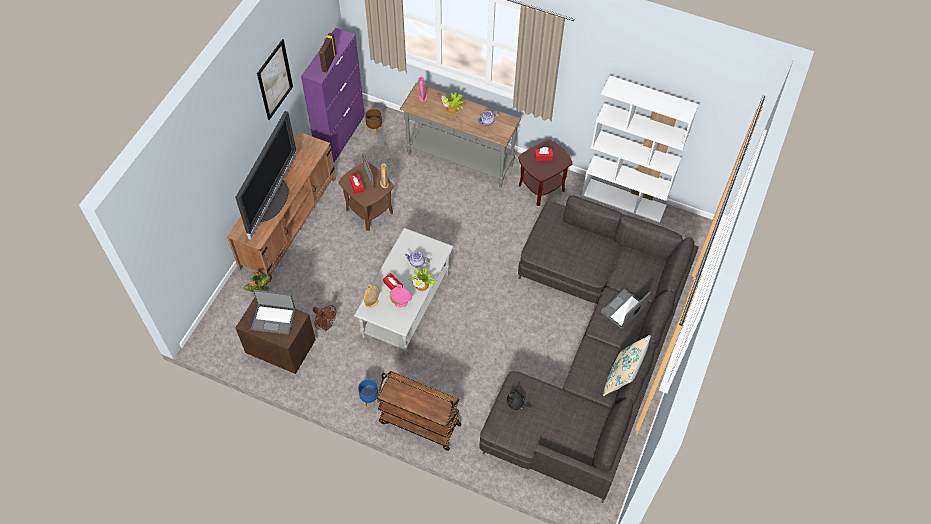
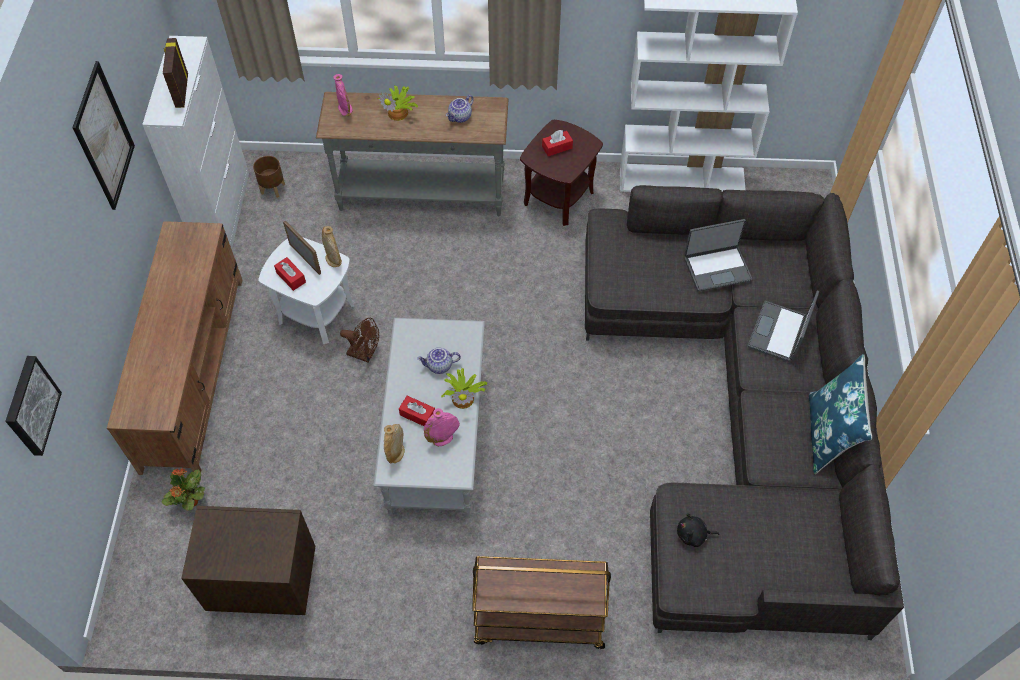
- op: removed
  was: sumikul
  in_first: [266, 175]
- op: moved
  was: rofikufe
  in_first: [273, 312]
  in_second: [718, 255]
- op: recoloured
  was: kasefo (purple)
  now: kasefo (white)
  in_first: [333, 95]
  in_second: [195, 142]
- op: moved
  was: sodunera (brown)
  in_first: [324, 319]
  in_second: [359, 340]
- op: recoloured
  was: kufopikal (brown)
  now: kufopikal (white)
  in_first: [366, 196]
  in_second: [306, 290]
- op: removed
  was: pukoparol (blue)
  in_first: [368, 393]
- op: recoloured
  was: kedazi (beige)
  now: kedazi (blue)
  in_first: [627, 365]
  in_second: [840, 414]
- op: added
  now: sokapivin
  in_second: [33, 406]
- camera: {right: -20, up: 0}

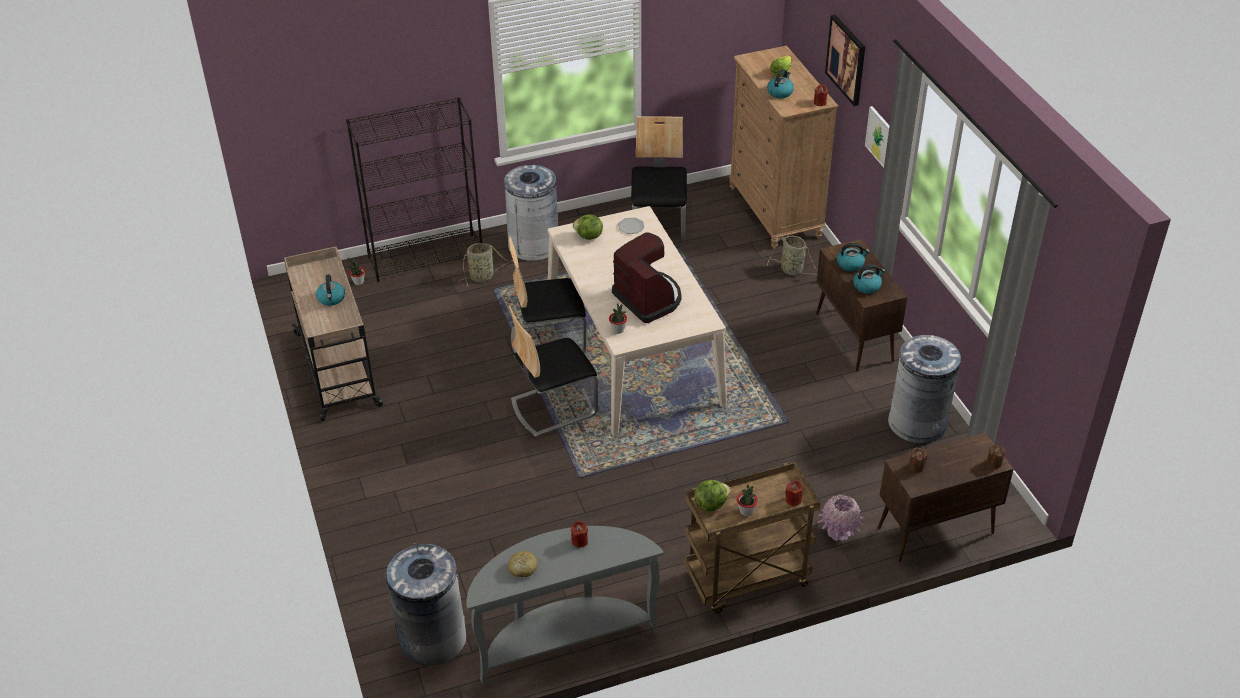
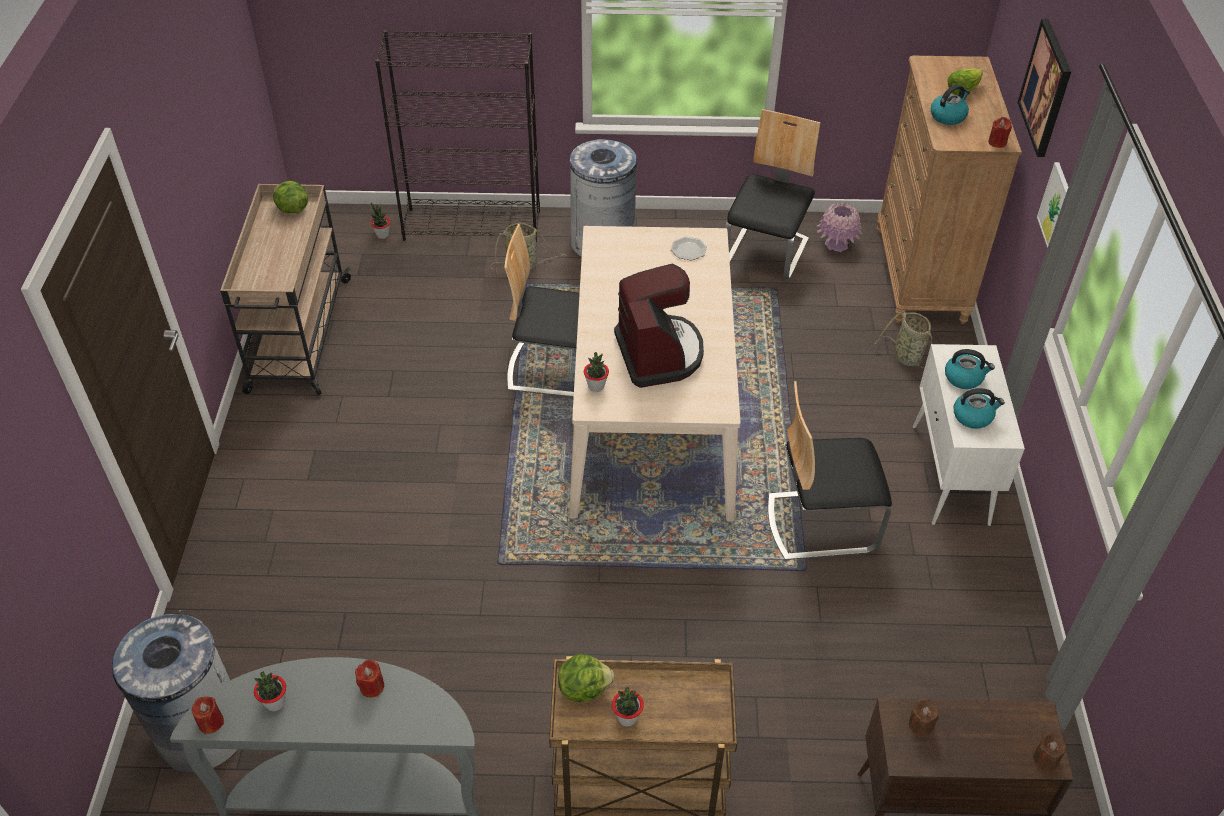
- op: removed
  was: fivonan
  in_first: [330, 290]
- op: replaced
  was: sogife
  now: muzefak
  in_first: [523, 564]
  in_second: [270, 691]
- op: moved
  was: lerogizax
  in_first: [553, 371]
  in_second: [830, 470]
- op: moved
  was: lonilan
  in_first: [588, 227]
  in_second: [290, 197]
- op: moved
  was: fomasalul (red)
  in_first: [794, 493]
  in_second: [207, 715]
- op: recoloured
  was: kasefo (brown)
  now: kasefo (white)
  in_first: [861, 305]
  in_second: [969, 435]
- op: moved
  was: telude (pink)
  in_first: [840, 518]
  in_second: [839, 227]
- op: removed
  was: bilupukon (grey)
  in_first: [924, 389]
- camera: {right: 20, up: 5}

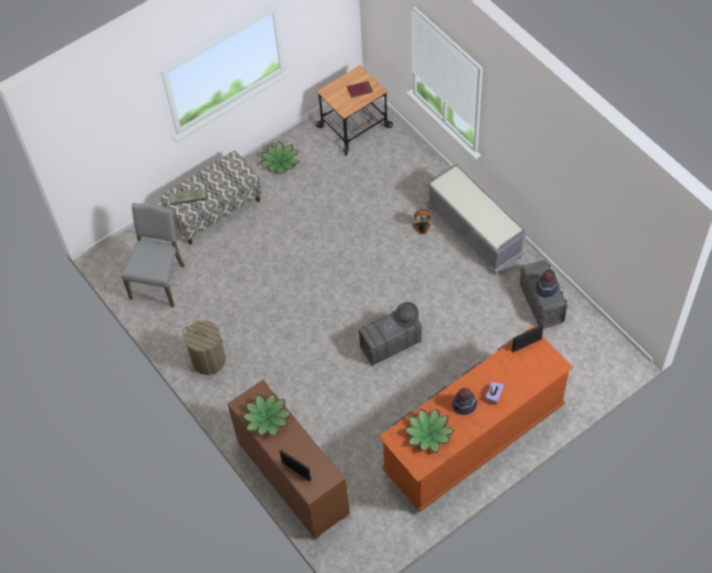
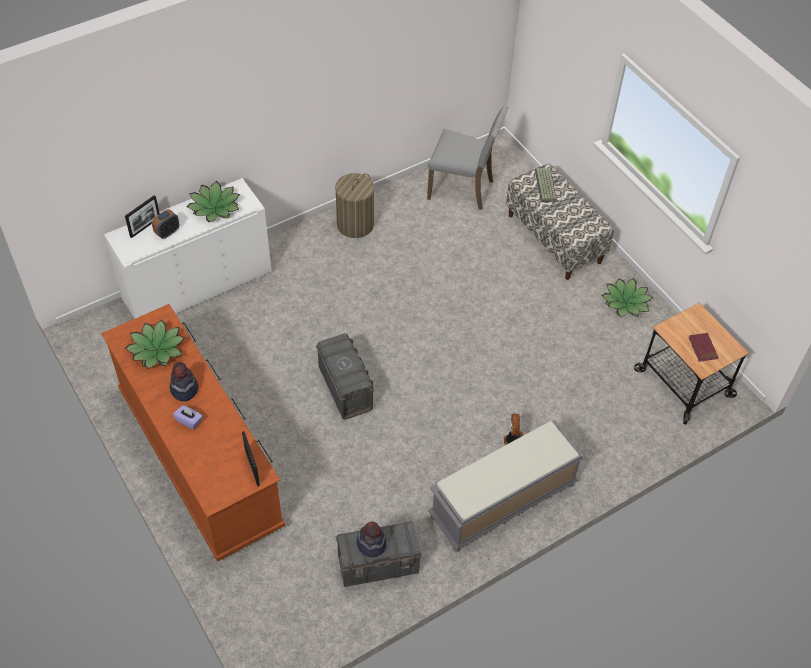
- op: recoloured
  was: kasefo (brown)
  now: kasefo (white)
  in_first: [288, 459]
  in_second: [187, 248]
- op: removed
  was: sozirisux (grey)
  in_first: [406, 315]
- op: added
  now: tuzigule
  in_second: [165, 224]
- camera: {right: 90, up: -5}

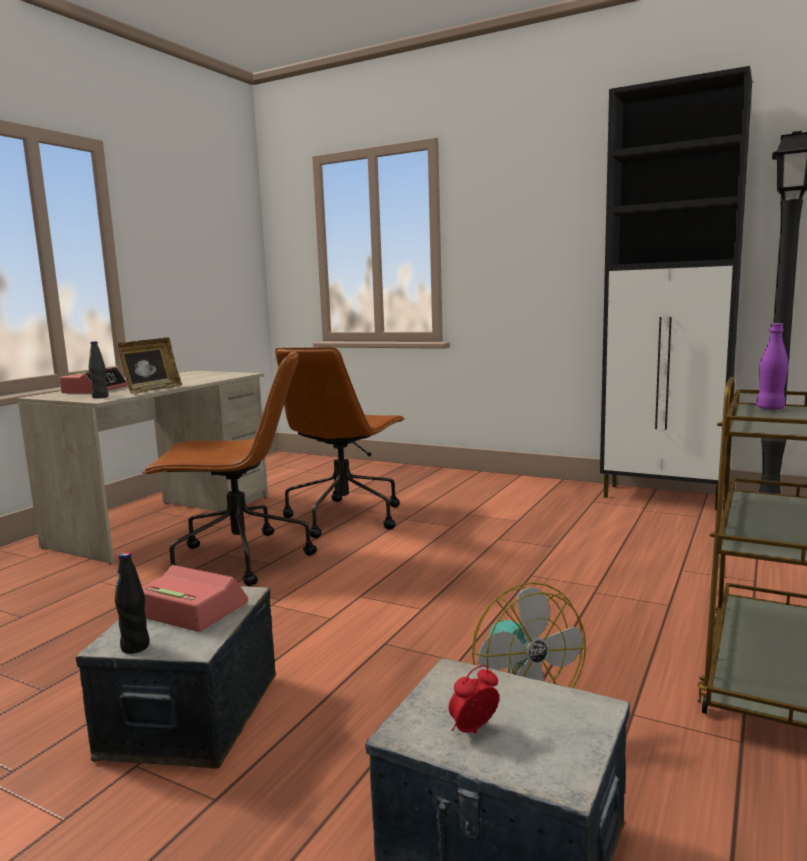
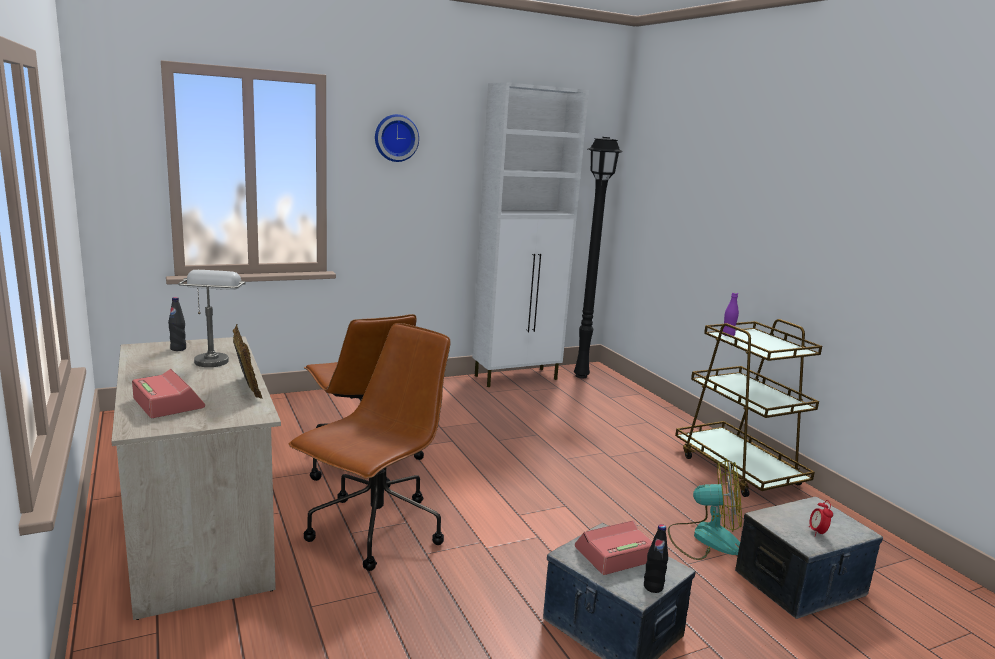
- op: moved
  was: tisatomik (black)
  in_first: [98, 369]
  in_second: [177, 324]
- op: recoloured
  was: kasefo (black)
  now: kasefo (white)
  in_first: [676, 288]
  in_second: [530, 234]
- op: added
  now: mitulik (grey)
  in_second: [212, 318]
- op: added
  now: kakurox
  in_second: [397, 138]
- camera: {right: -55, up: 5}

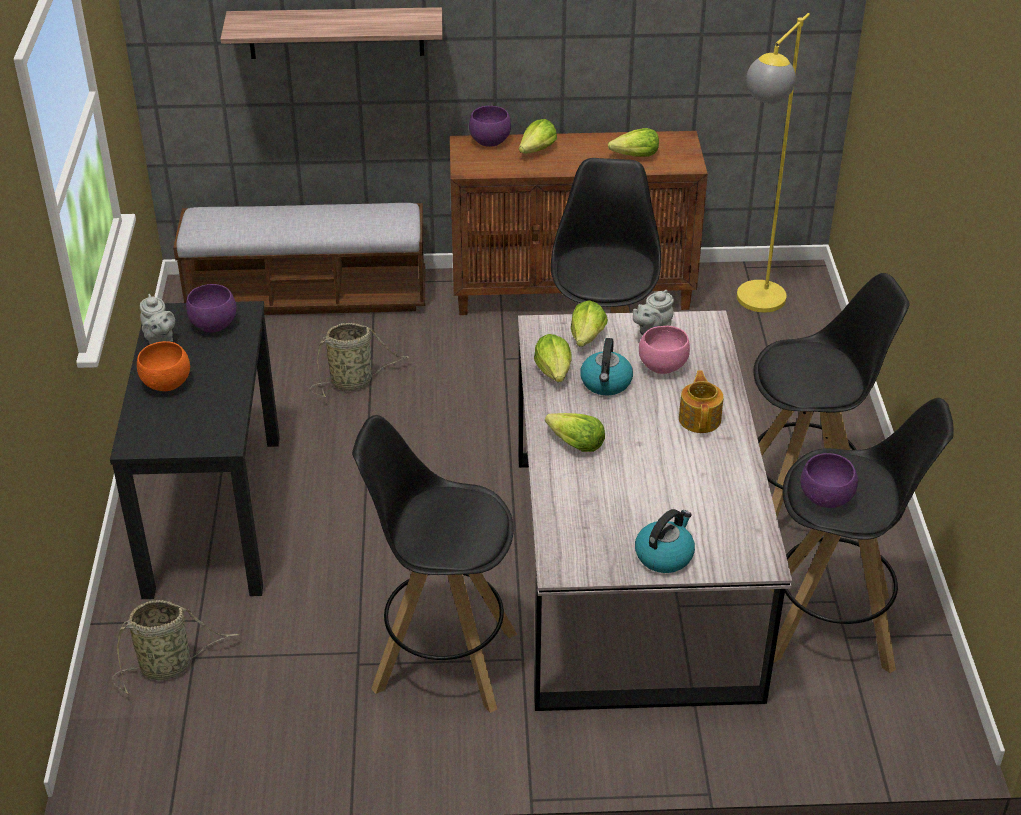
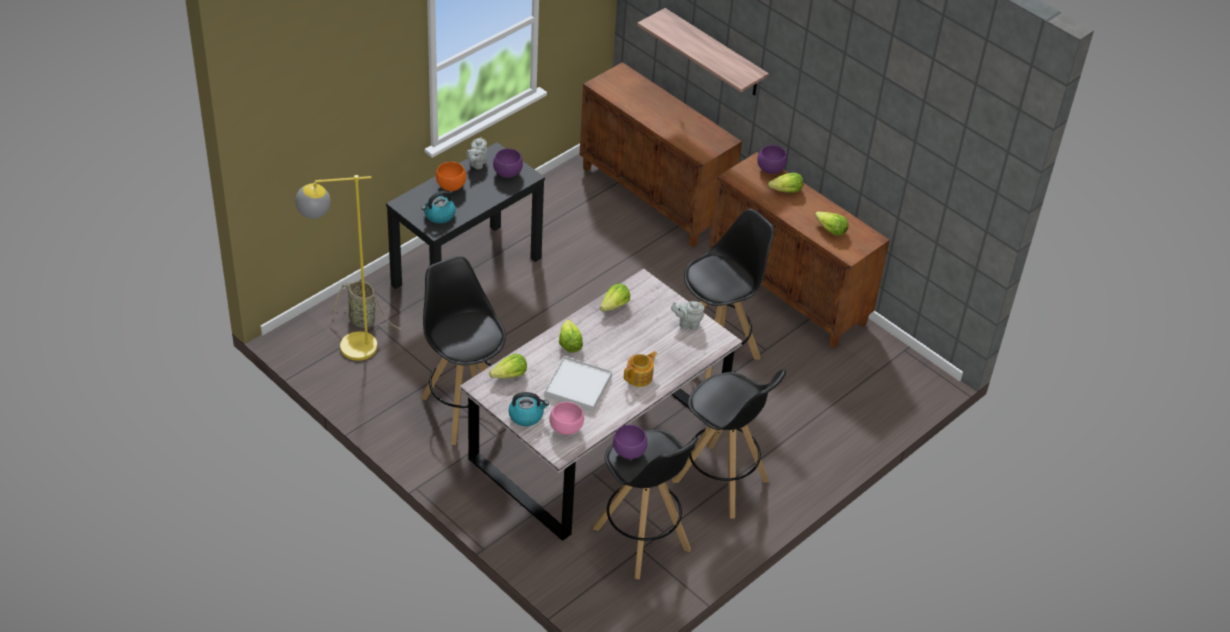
- op: replaced
  was: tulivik
  now: kasefo (brown)
  in_first: [299, 259]
  in_second: [661, 154]
- op: removed
  was: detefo
  in_first: [360, 360]
- op: moved
  was: lonilan
  in_first: [589, 323]
  in_second: [508, 366]
- op: moved
  was: fivonan
  in_first: [606, 366]
  in_second: [438, 207]
- op: moved
  was: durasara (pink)
  in_first: [664, 350]
  in_second: [566, 418]
- op: moved
  was: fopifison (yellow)
  in_first: [773, 162]
  in_second: [336, 268]
- op: added
  now: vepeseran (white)
  in_second: [578, 384]
- camera: {right: 45, up: 5}

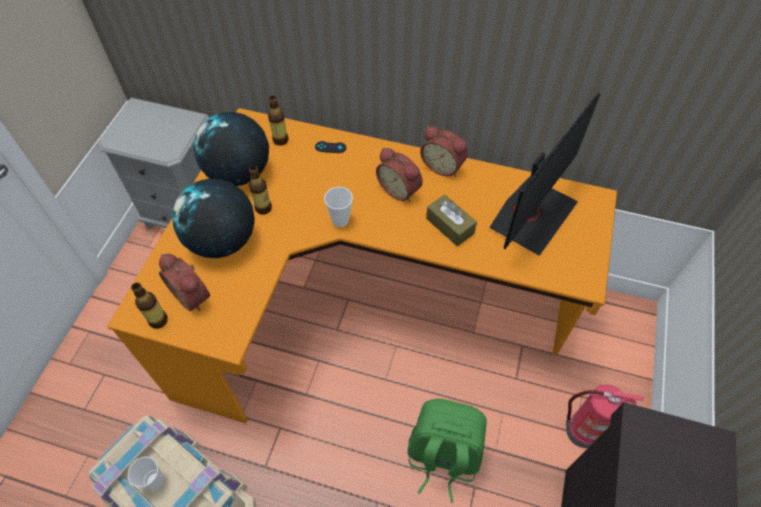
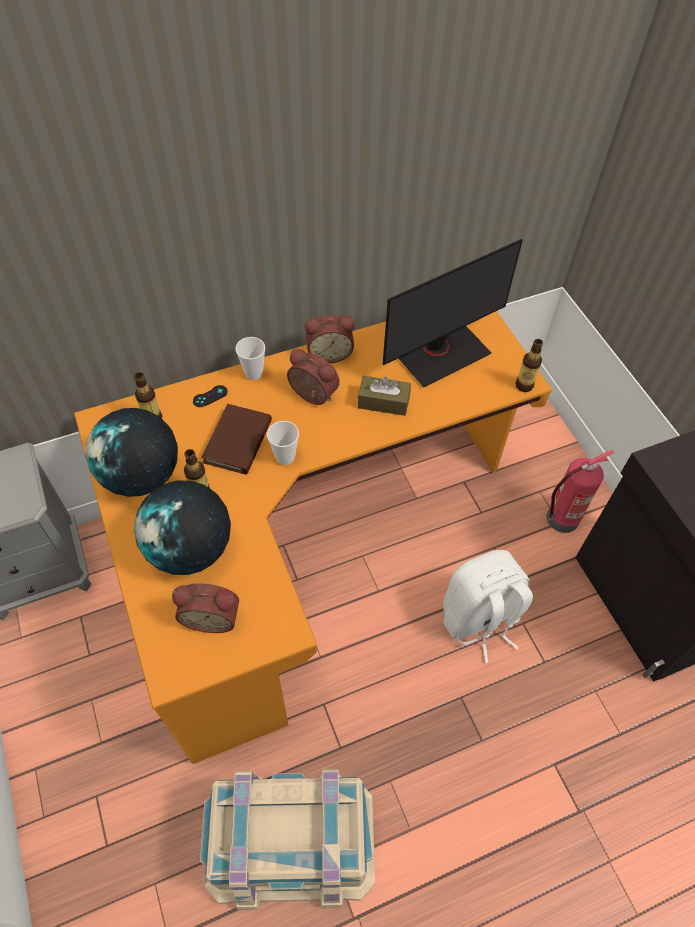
- op: moved
  was: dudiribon
  in_first: [146, 473]
  in_second: [250, 358]
- op: moved
  was: tisatomik
  in_first: [149, 305]
  in_second: [529, 365]
- op: turned
  was: tuzigule
  in_first: [399, 175]
  in_second: [313, 377]
  clockwise: -150
- op: recoloured
  was: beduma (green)
  now: beduma (white)
  in_first: [447, 450]
  in_second: [488, 606]
- op: turned
  was: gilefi
  in_first: [545, 174]
  in_second: [453, 313]
  clockwise: 60
- op: added
  now: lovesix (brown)
  in_second: [236, 439]
- camera: {right: -40, up: 0}

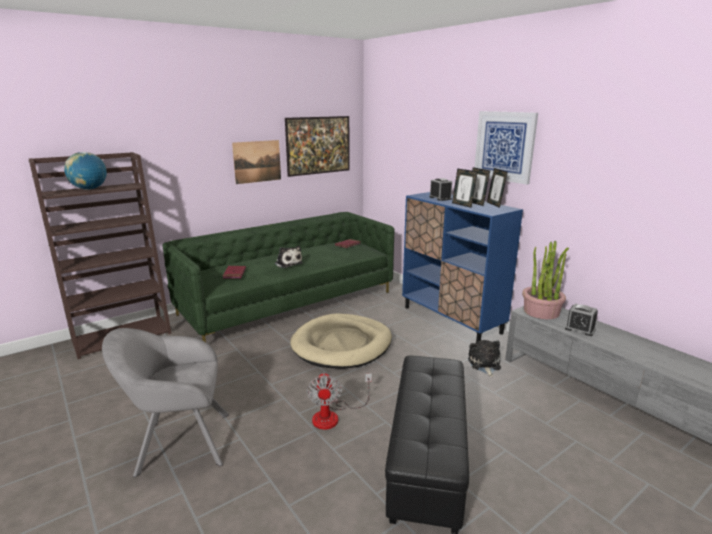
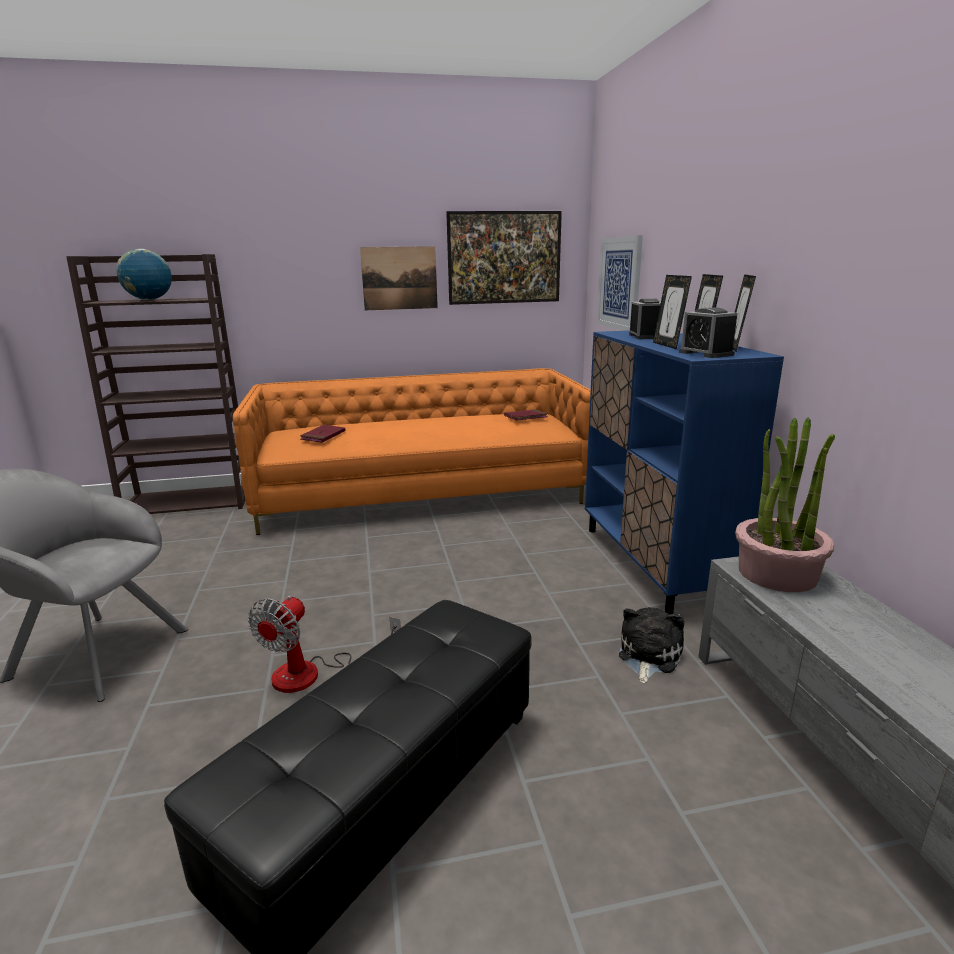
- op: recoloured
  was: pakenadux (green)
  now: pakenadux (orange)
  in_first: [279, 277]
  in_second: [412, 451]
- op: removed
  was: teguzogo
  in_first: [289, 257]
- op: removed
  was: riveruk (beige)
  in_first: [341, 341]
- op: moved
  was: sokapivin
  in_first: [506, 148]
  in_second: [620, 283]
- op: moved
  was: tuzigule
  in_first: [581, 320]
  in_second: [708, 332]
- camera: {right: 25, up: 0}

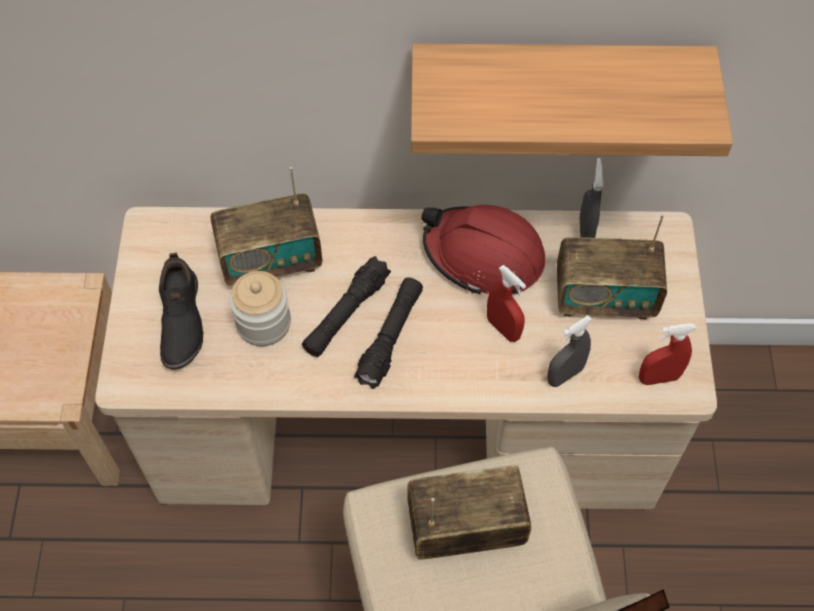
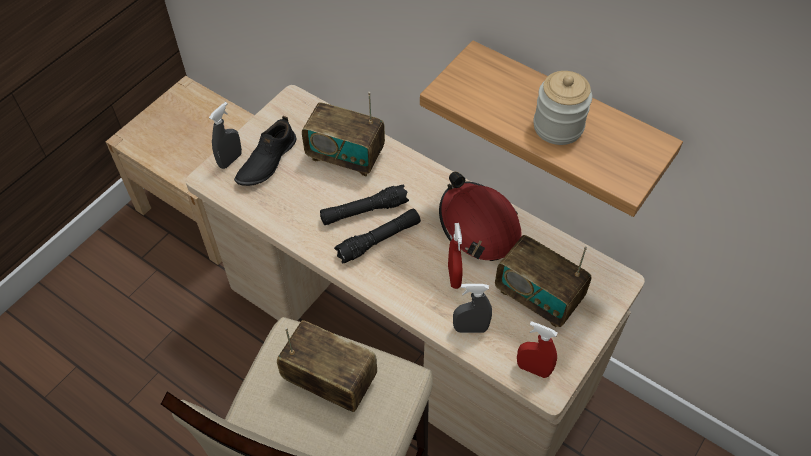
- op: moved
  was: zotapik
  in_first: [260, 308]
  in_second: [562, 108]
- op: moved
  was: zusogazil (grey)
  in_first: [591, 198]
  in_second: [225, 135]
- camera: {right: 35, up: -5}

